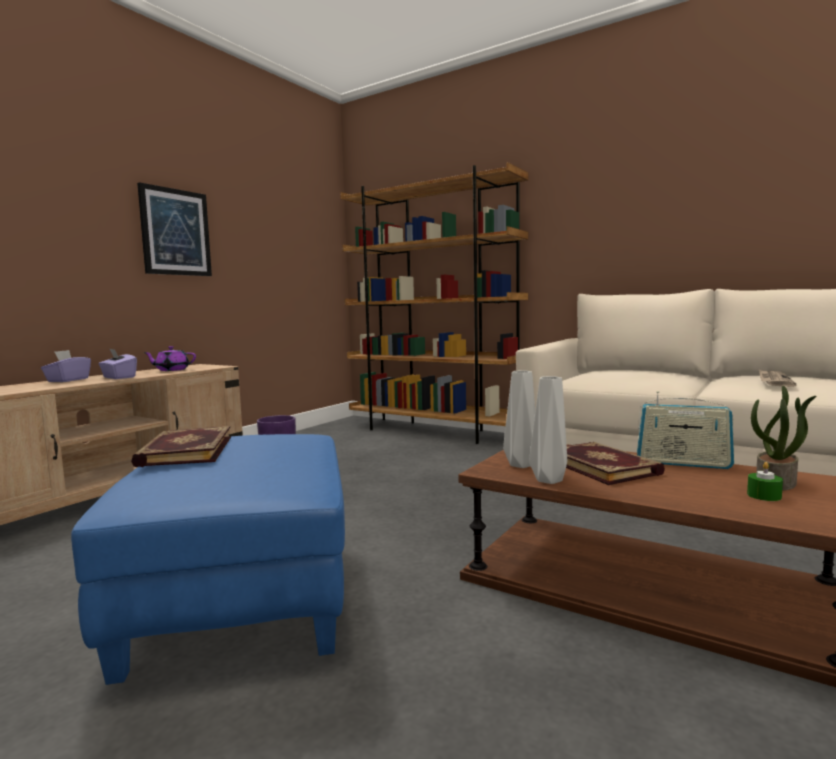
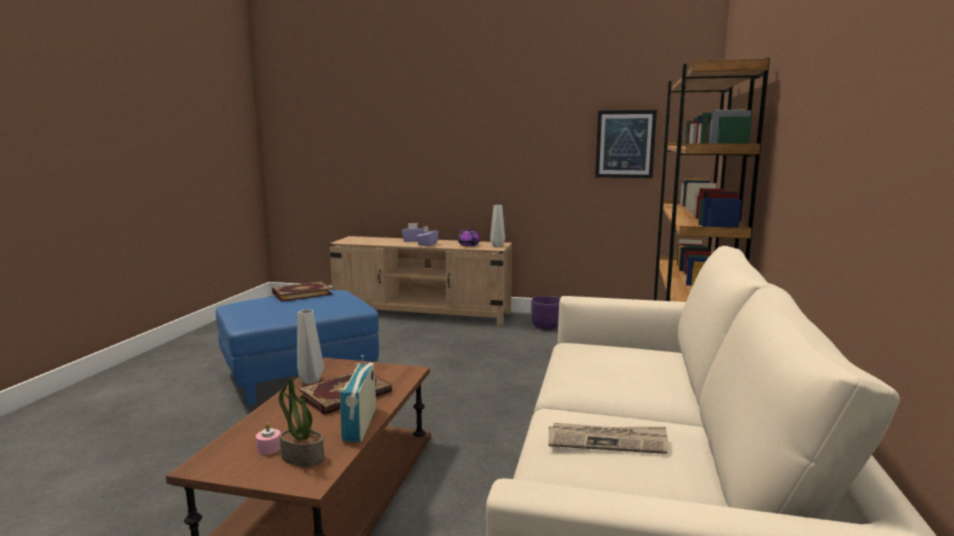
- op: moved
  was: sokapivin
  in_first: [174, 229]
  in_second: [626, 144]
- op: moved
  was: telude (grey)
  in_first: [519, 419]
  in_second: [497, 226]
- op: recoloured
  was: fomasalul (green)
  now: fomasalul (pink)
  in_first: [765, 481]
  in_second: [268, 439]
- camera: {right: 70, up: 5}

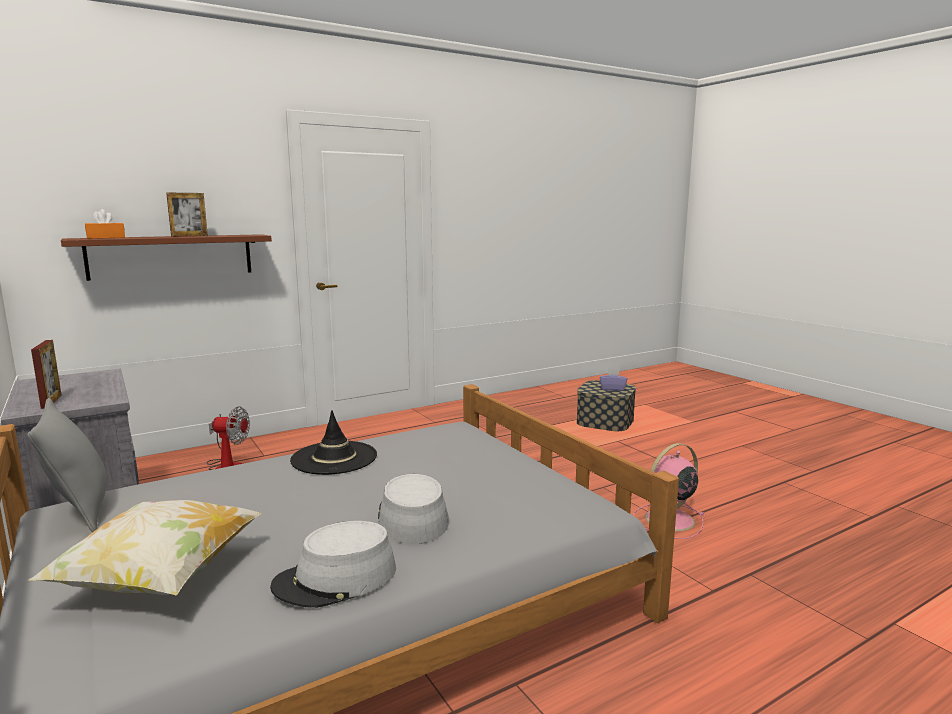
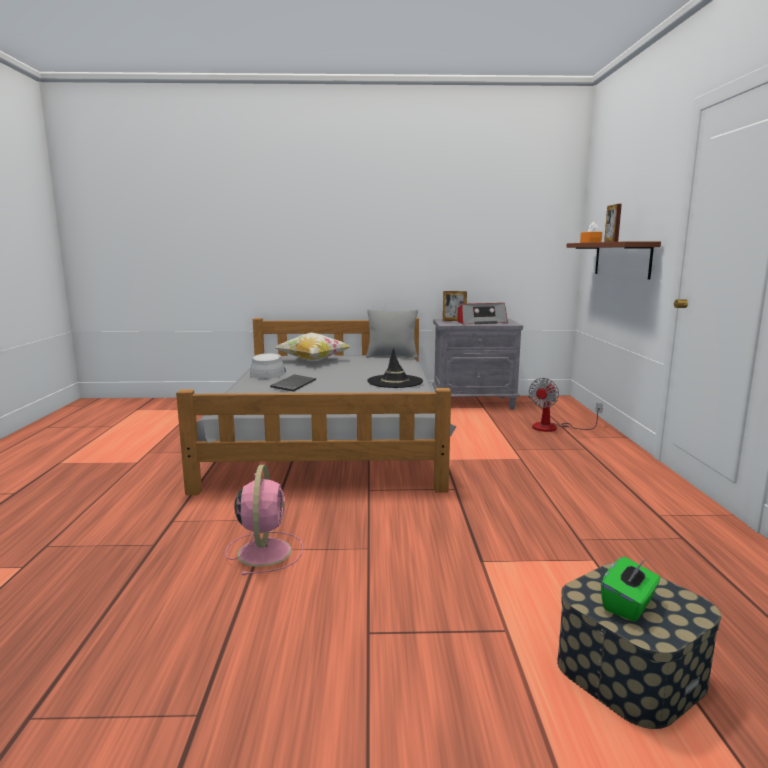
- op: replaced
  was: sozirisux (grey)
  now: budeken
  in_first: [413, 509]
  in_second: [293, 383]
- op: recoloured
  was: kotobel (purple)
  now: kotobel (green)
  in_first: [613, 379]
  in_second: [630, 589]
- op: added
  now: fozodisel
  in_second: [483, 313]
- camera: {right: 120, up: 0}

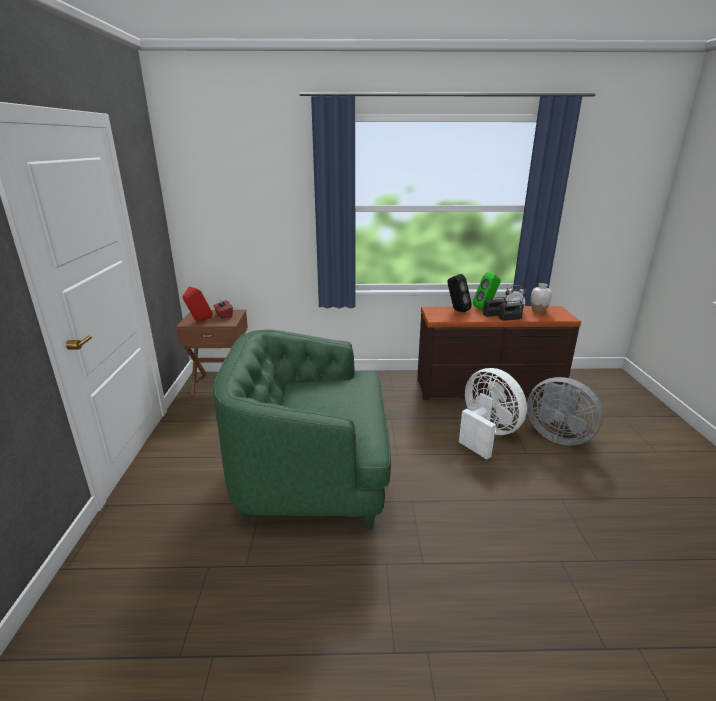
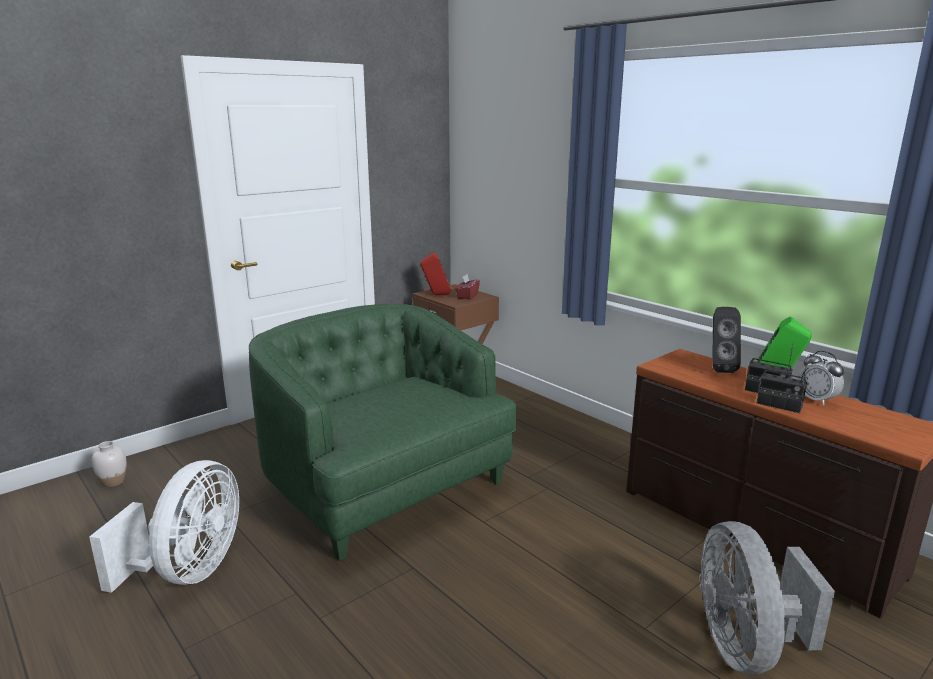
- op: moved
  was: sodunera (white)
  in_first: [493, 413]
  in_second: [164, 526]
- op: moved
  was: telude (white)
  in_first: [541, 298]
  in_second: [109, 464]
- camera: {right: 50, up: -5}

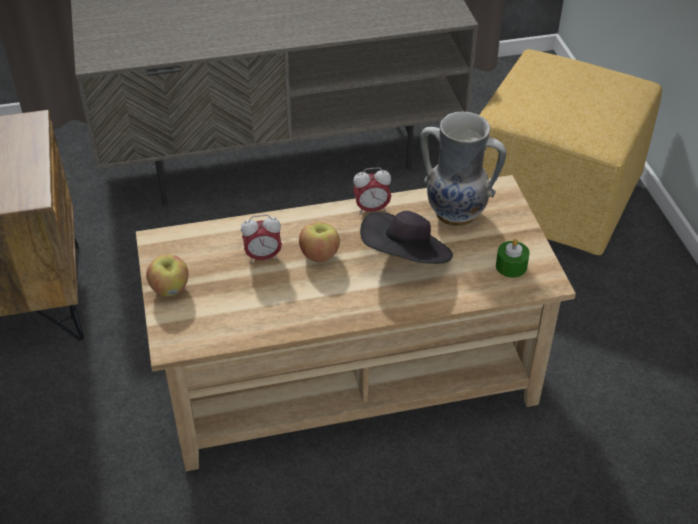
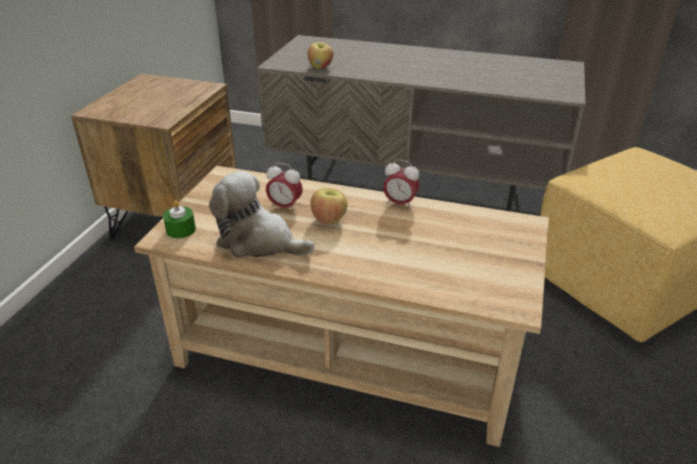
- op: moved
  was: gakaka
  in_first: [167, 275]
  in_second: [320, 55]
- op: removed
  was: sozirisux (black)
  in_first: [406, 237]
- op: removed
  was: telude
  in_first: [463, 169]
- op: moved
  was: fomasalul (green)
  in_first: [513, 258]
  in_second: [179, 219]
- op: added
  now: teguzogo
  in_second: [262, 214]
- camera: {right: 30, up: -10}

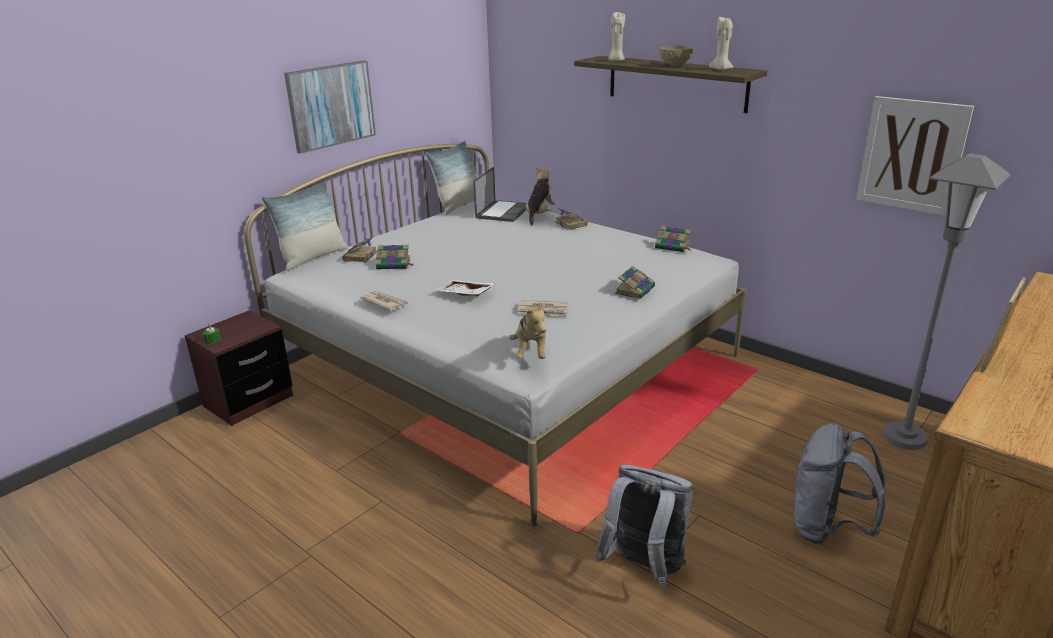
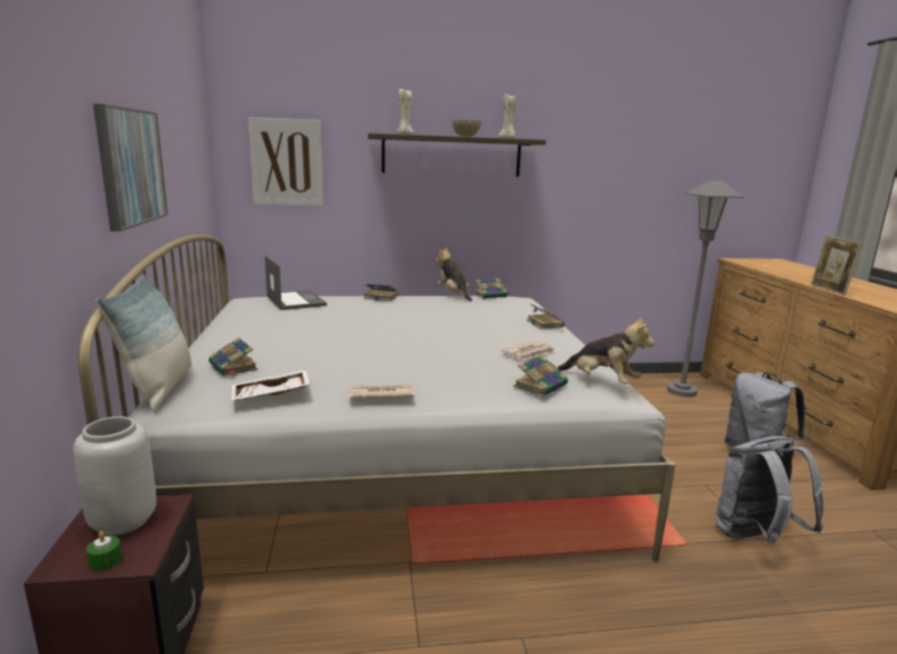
- op: moved
  was: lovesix
  in_first: [394, 257]
  in_second: [541, 376]
- op: removed
  was: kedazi
  in_first: [451, 177]
- op: moved
  was: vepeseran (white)
  in_first: [466, 288]
  in_second: [270, 384]
- op: moved
  was: teguzogo
  in_first: [541, 196]
  in_second: [453, 274]
- op: moved
  was: sokapivin
  in_first: [915, 156]
  in_second: [285, 161]
- op: added
  now: telude (grey)
  in_second: [114, 476]
- camera: {right: -50, up: -10}

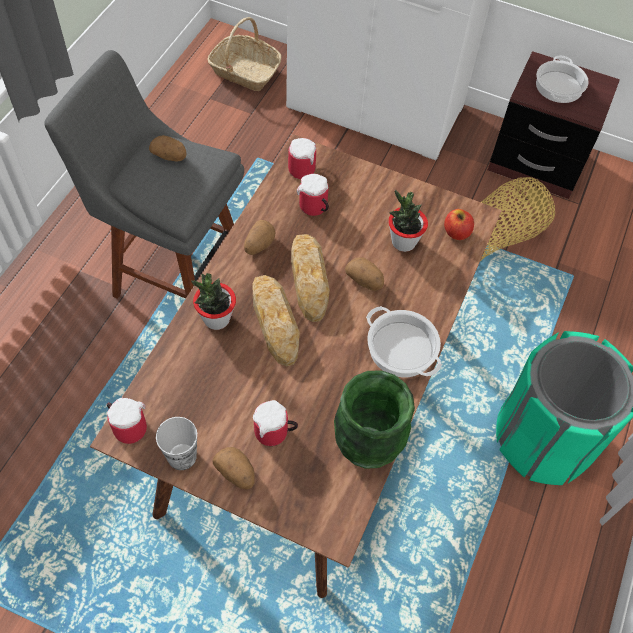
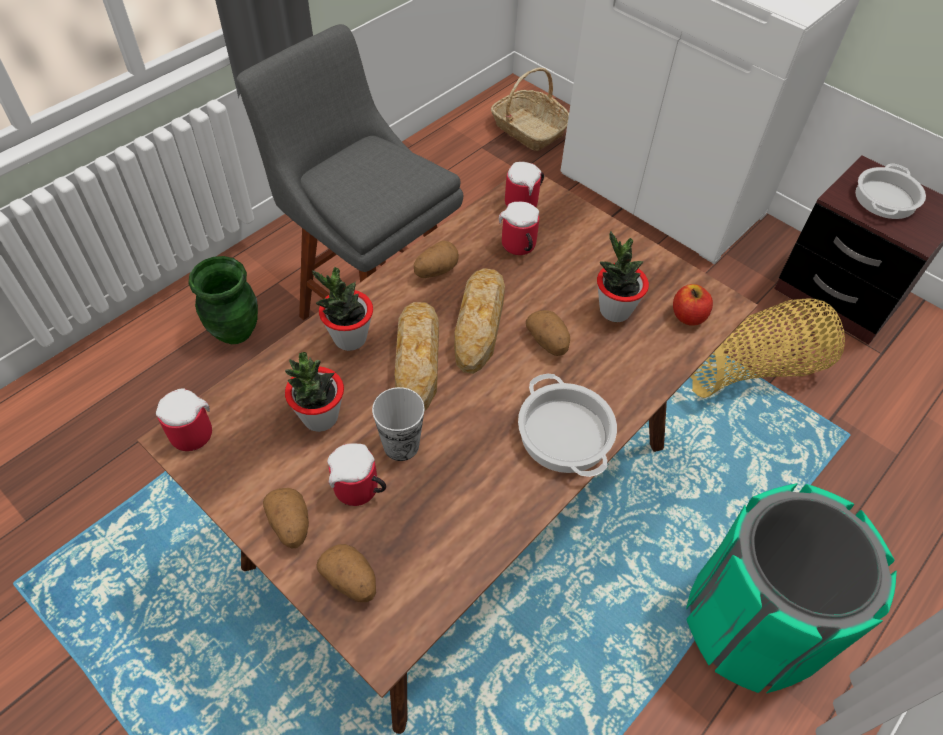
- op: moved
  was: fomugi
  in_first: [168, 148]
  in_second: [346, 573]
- op: moved
  was: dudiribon
  in_first: [176, 443]
  in_second: [398, 424]
- op: moved
  was: telude (green)
  in_first: [374, 419]
  in_second: [223, 300]
- op: added
  now: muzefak
  in_second: [314, 392]
- camera: {right: 20, up: -5}

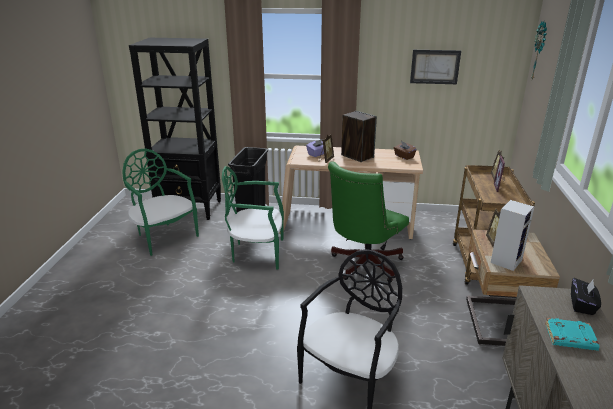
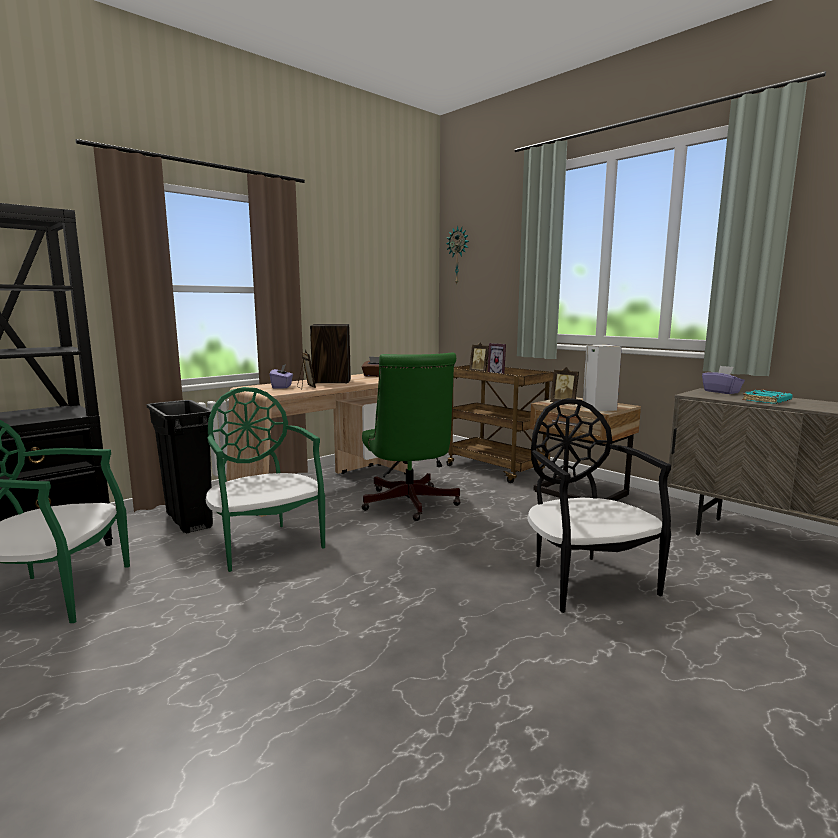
- op: turned
  was: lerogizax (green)
  in_first: [253, 218]
  in_second: [265, 479]
  clockwise: 105
- op: removed
  was: sokapivin
  in_first: [435, 67]
- op: recoloured
  was: kotobel (black)
  now: kotobel (purple)
  in_first: [586, 296]
  in_second: [723, 380]
- camera: {right: -50, up: -15}

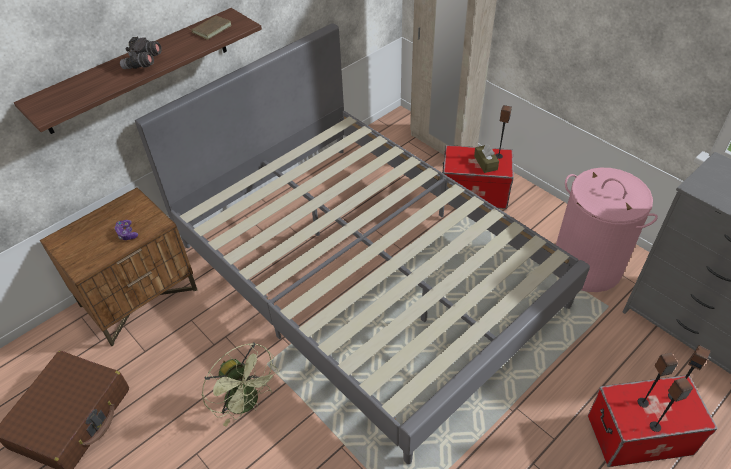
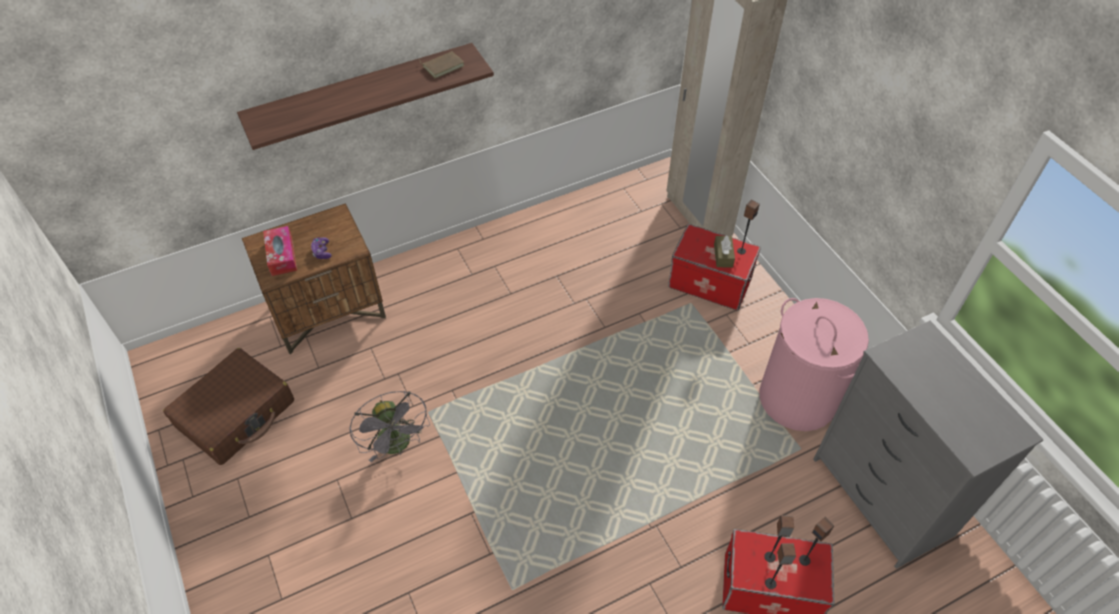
- op: removed
  was: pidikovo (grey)
  in_first: [141, 53]
- op: removed
  was: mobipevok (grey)
  in_first: [362, 243]
- op: recoloured
  was: sodunera (green)
  now: sodunera (grey)
  in_first: [240, 385]
  in_second: [389, 426]
- op: added
  now: kotobel
  in_second: [280, 251]
- camera: {right: 15, up: 5}

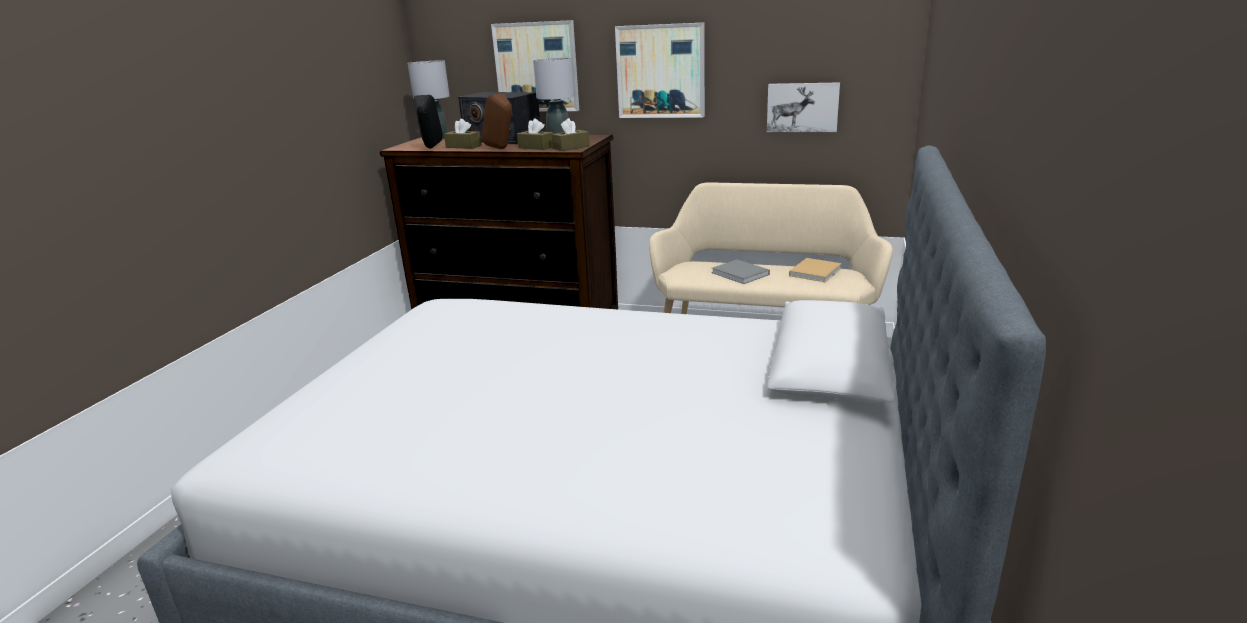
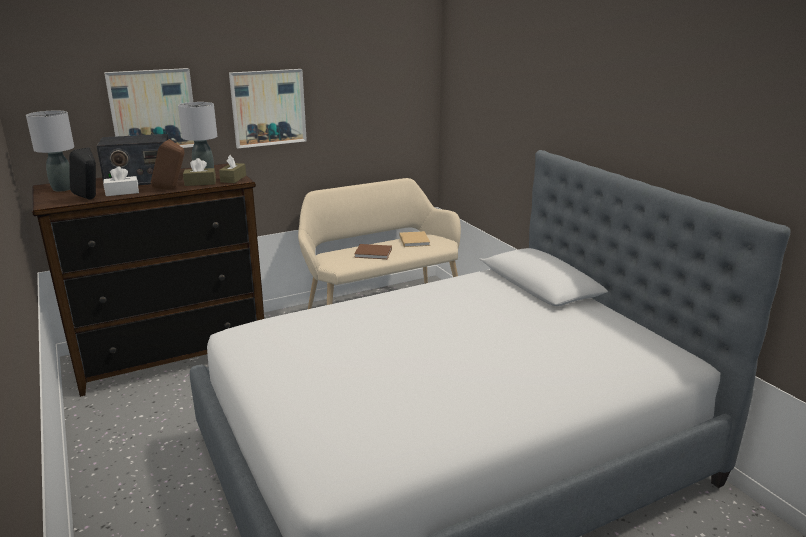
- op: recoloured
  was: kotobel (brown)
  now: kotobel (white)
  in_first: [462, 134]
  in_second: [121, 181]
- op: recoloured
  was: lovesix (grey)
  now: lovesix (brown)
  in_first: [741, 271]
  in_second: [373, 251]
- op: removed
  was: sokapivin
  in_first: [803, 107]
- camera: {right: -45, up: 0}

